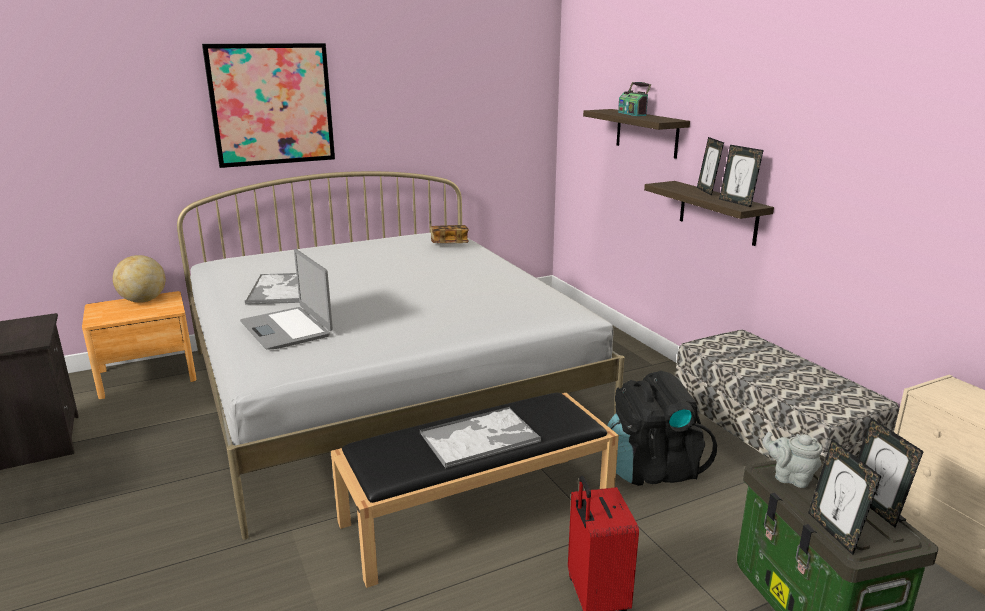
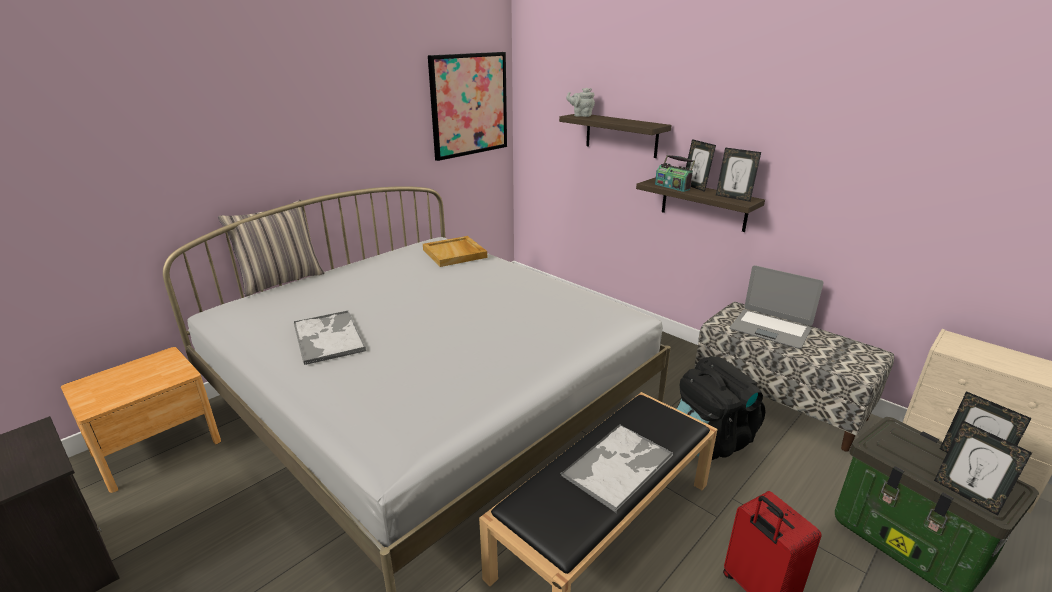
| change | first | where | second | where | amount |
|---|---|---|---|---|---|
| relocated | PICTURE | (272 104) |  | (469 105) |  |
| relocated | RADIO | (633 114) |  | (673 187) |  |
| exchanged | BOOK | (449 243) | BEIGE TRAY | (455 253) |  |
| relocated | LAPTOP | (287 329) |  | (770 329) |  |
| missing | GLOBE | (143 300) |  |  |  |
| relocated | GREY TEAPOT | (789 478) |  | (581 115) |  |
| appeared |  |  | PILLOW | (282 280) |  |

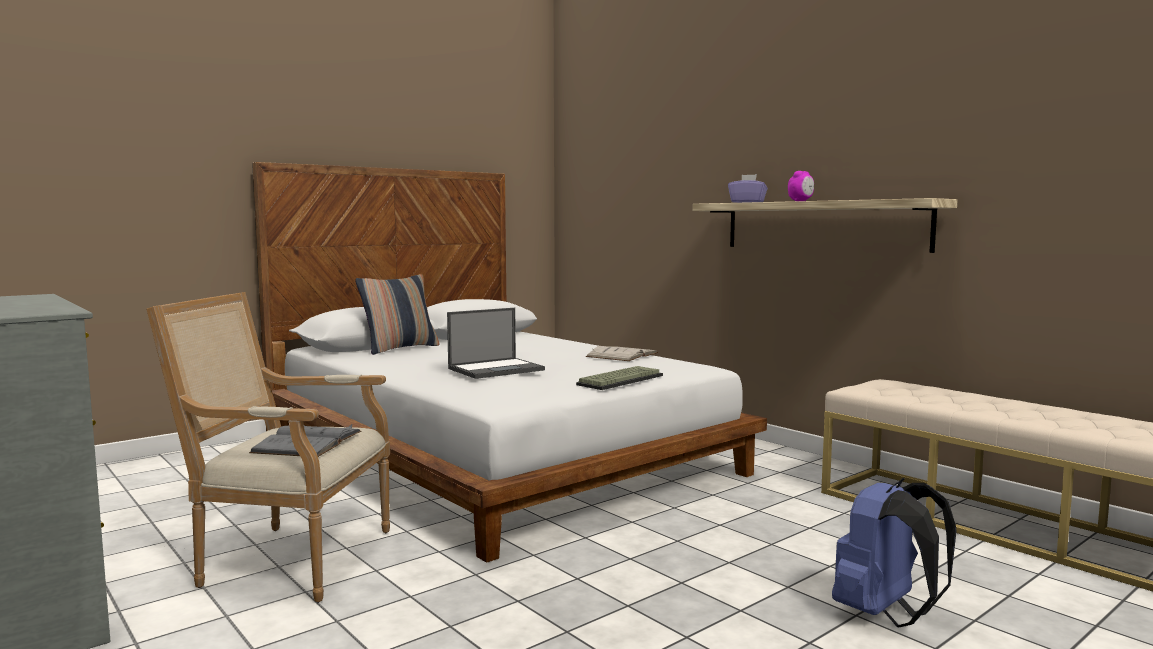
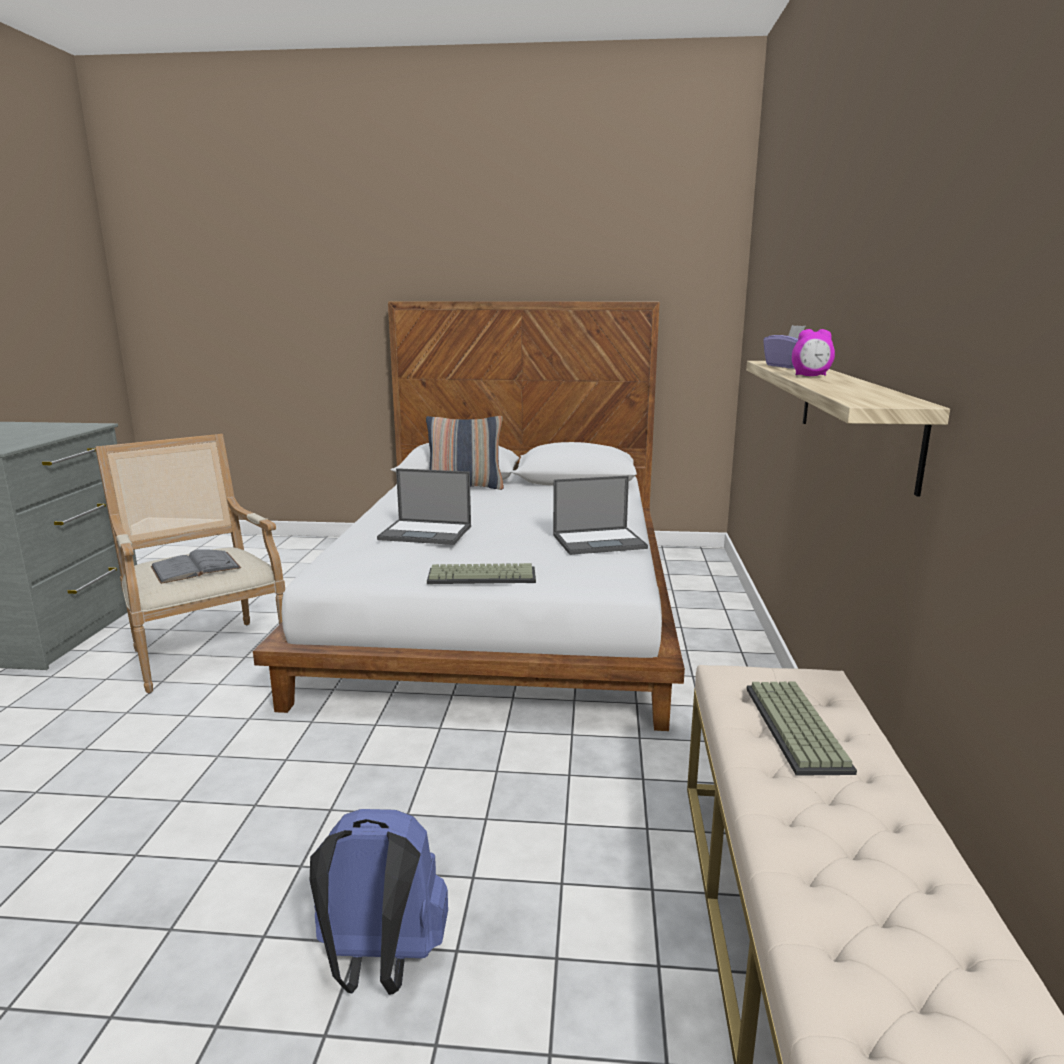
| change | first | where | second | where | amount |
|---|---|---|---|---|---|
| exchanged | WHITE BOOK | (622 354) | LAPTOP | (600 541) |  |
| appeared |  |  | KEYBOARD | (799 729) |  |

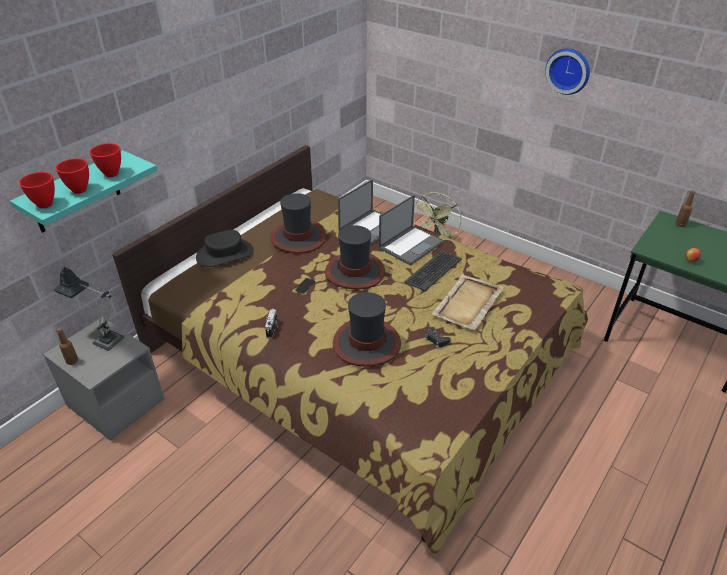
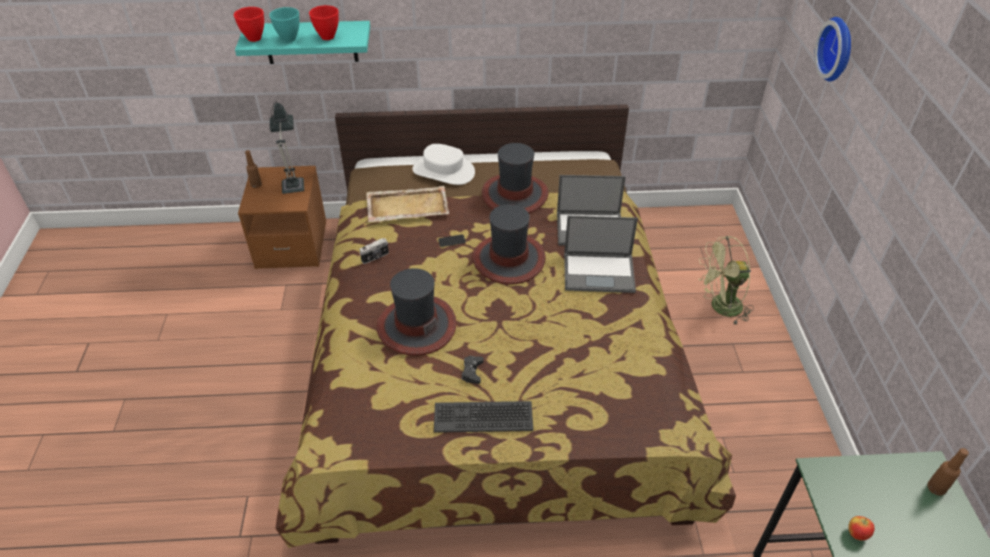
| change | first | where | second | where | amount |
|---|---|---|---|---|---|
| relocated | WALL CLOCK | (568 70) |  | (838 49) |  |
| colour | RED BOWL | (79 190) | TURQUOISE BOWL | (288 39) |  |
| colour | BLACK HAT | (225 254) | WHITE HAT | (444 171) |  |
| relocated | KEYBOARD | (433 270) |  | (483 416) |  |
| relocated | BEIGE TRAY | (467 304) |  | (406 206) |  |
| colour | GREY NIGHTSTAND | (116 403) | BROWN NIGHTSTAND | (292 245) |  |

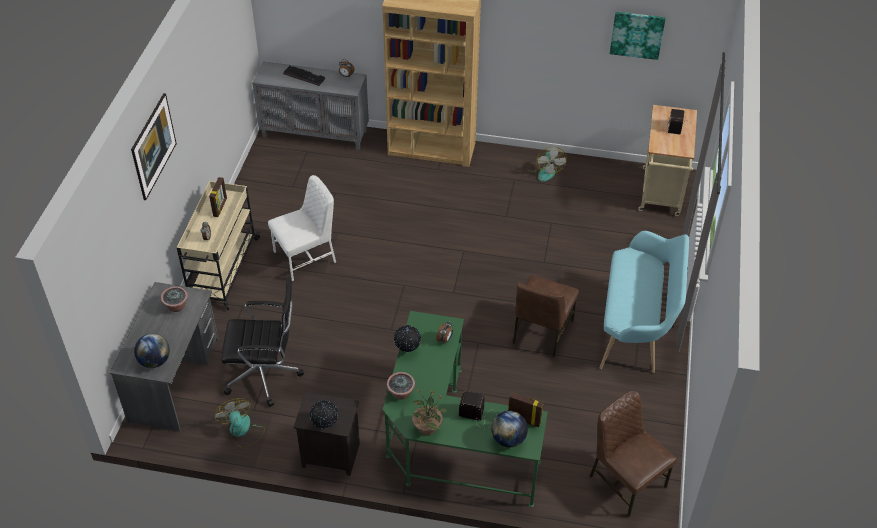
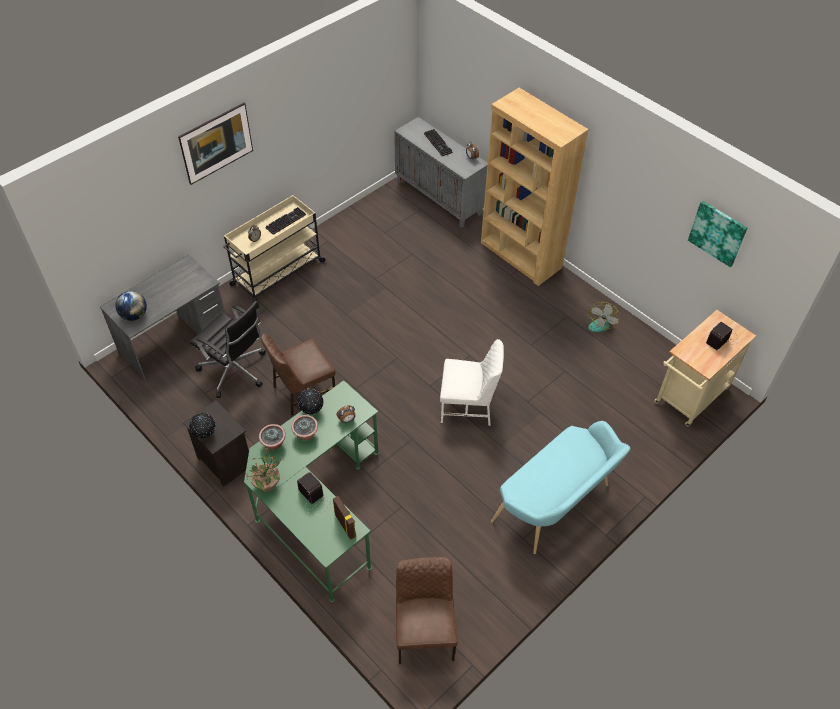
| change | first | where | second | where | amount |
|---|---|---|---|---|---|
| relocated | WHITE CHAIR | (306 257) |  | (468 407) |  |
| exchanged | PICTURE FRAME | (220 207) | KEYBOARD | (286 220) |  |
| relocated | BROWN CHAIR | (541 332) |  | (303 391) |  |
| relocated | POTTED PLANT | (177 307) |  | (306 434) |  |
| missing | FAN | (242 431) |  |  |  |
| missing | GLOBE | (508 439) |  |  |  |

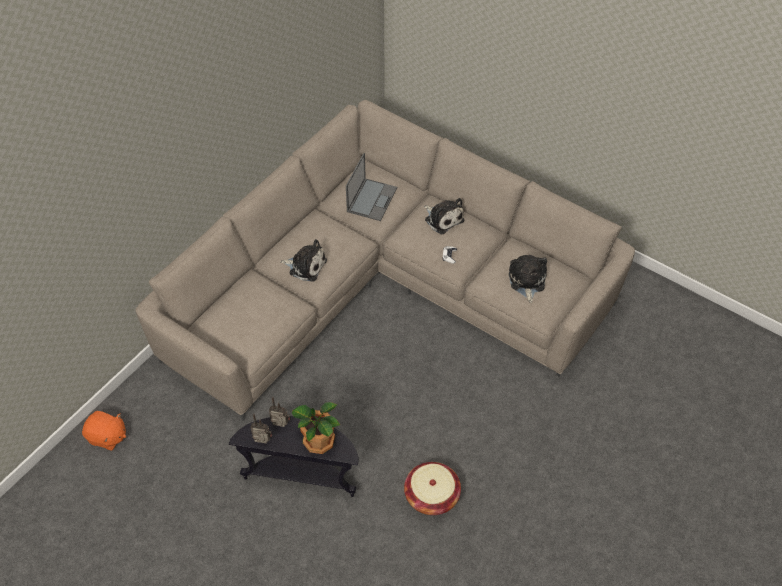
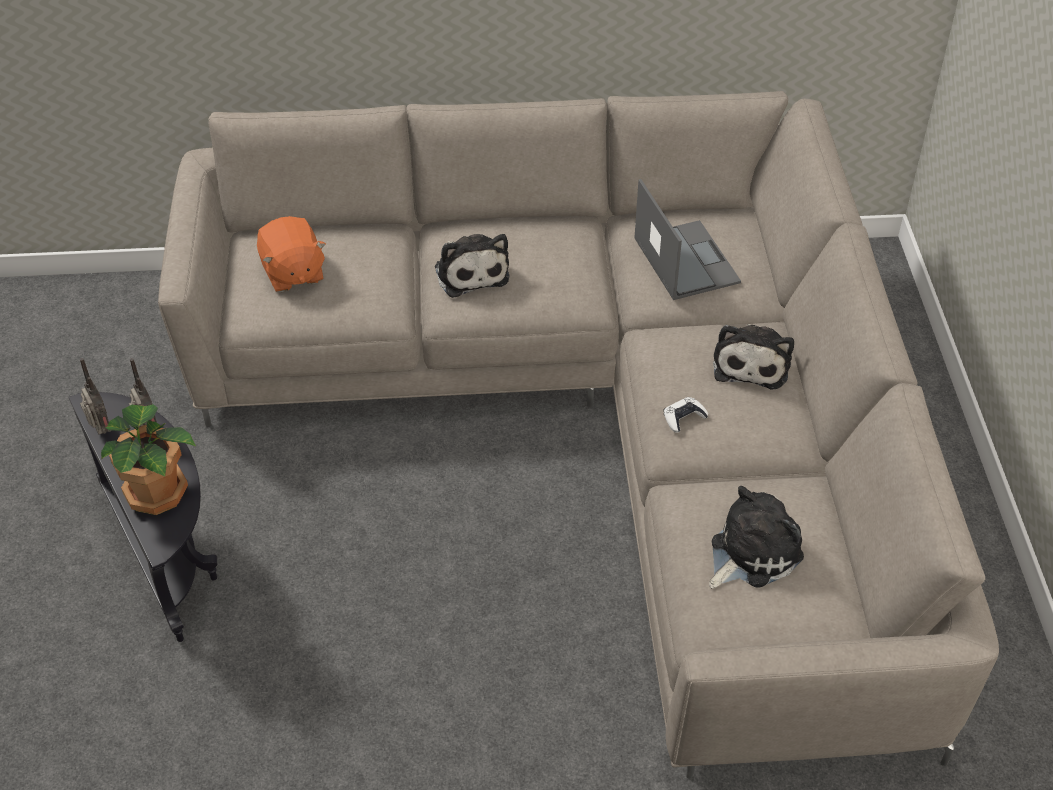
| change | first | where | second | where | amount |
|---|---|---|---|---|---|
| spun | LAPTOP | (372 199) |  | (685 260) | 90 degrees counterclockwise |
| relocated | ORANGE PLUSH TOY | (107 437) |  | (292 273) |  |
| missing | BASKET | (432 496) |  |  |  |

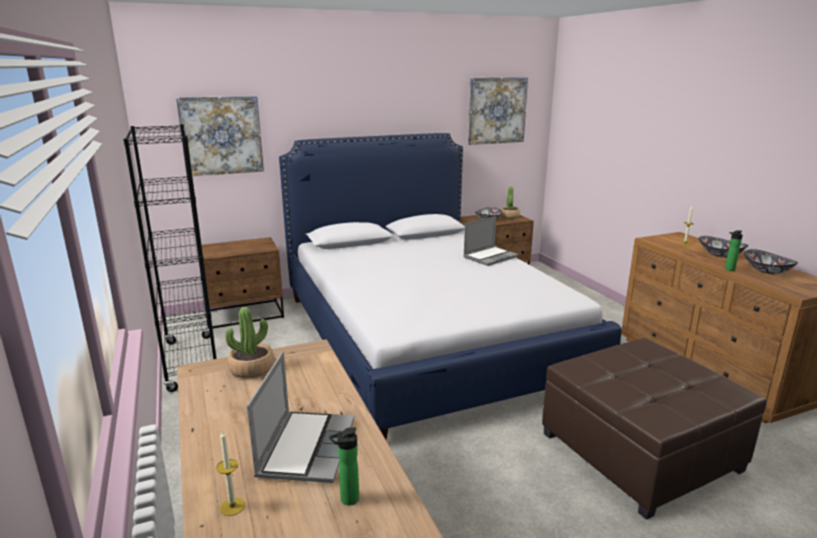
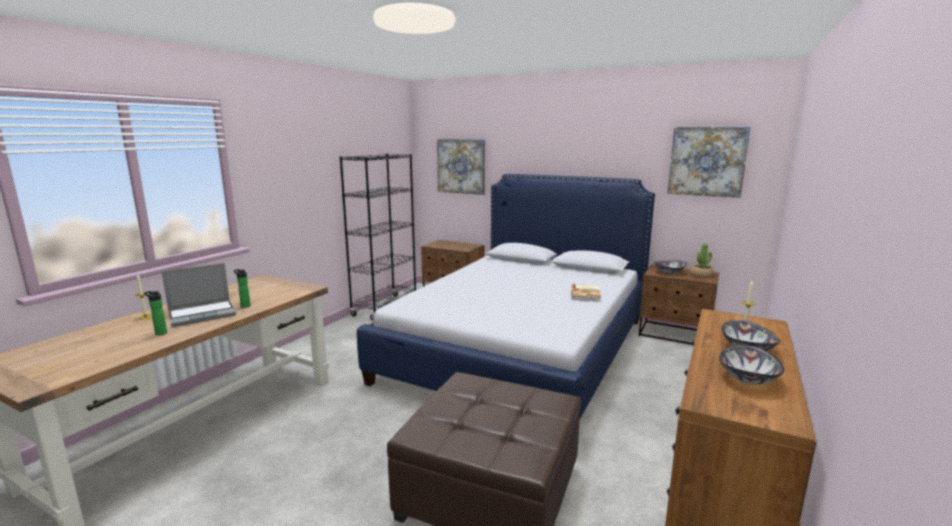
| change | first | where | second | where | amount |
|---|---|---|---|---|---|
| exchanged | LAPTOP | (490 257) | BOOK | (586 294) |  |
| relocated | BOTTLE | (728 269) |  | (244 306) |  |
| missing | POTTED PLANT | (252 368) |  |  |  |

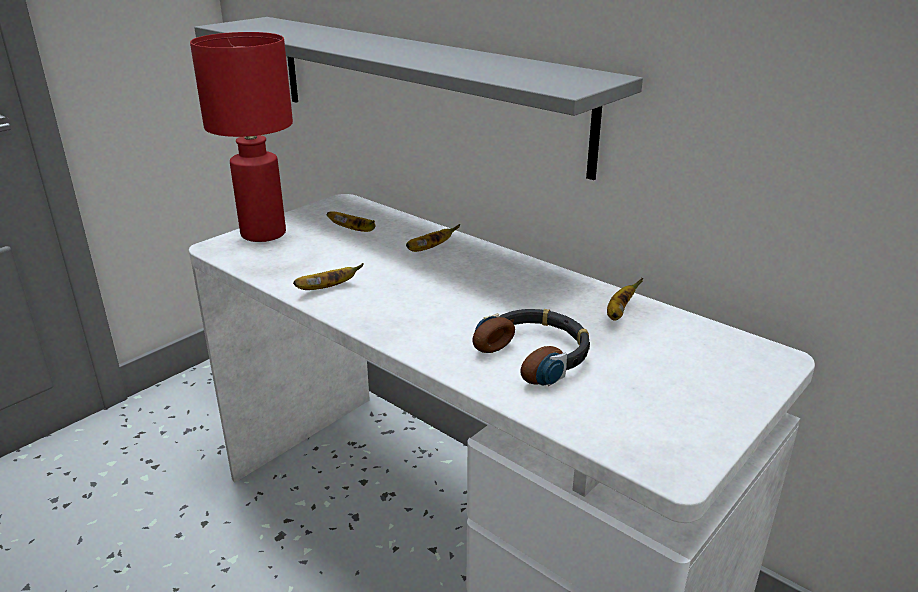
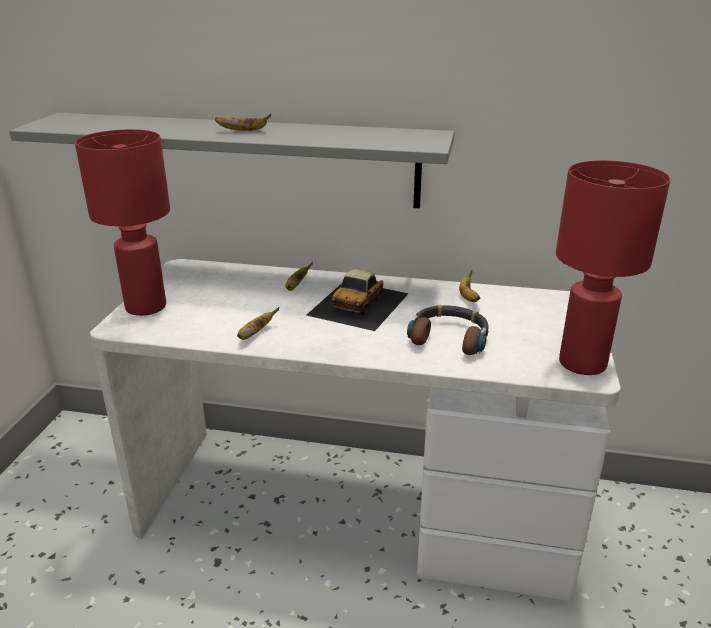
| change | first | where | second | where | amount |
|---|---|---|---|---|---|
| relocated | BANANA | (354 230) |  | (244 131) |  |
| appeared |  |  | RED TABLE LAMP | (581 363) |  |
| appeared |  |  | TOY CAR | (359 303) |  |

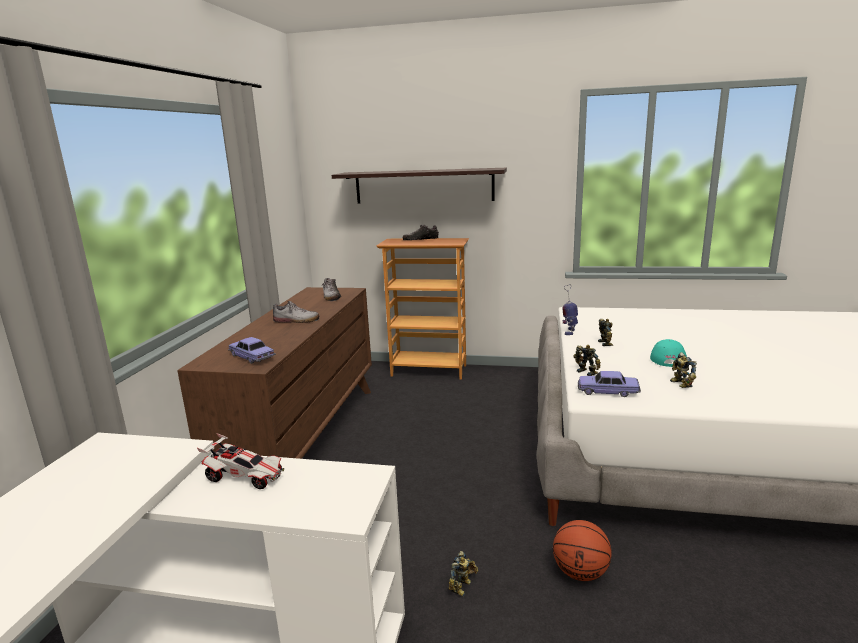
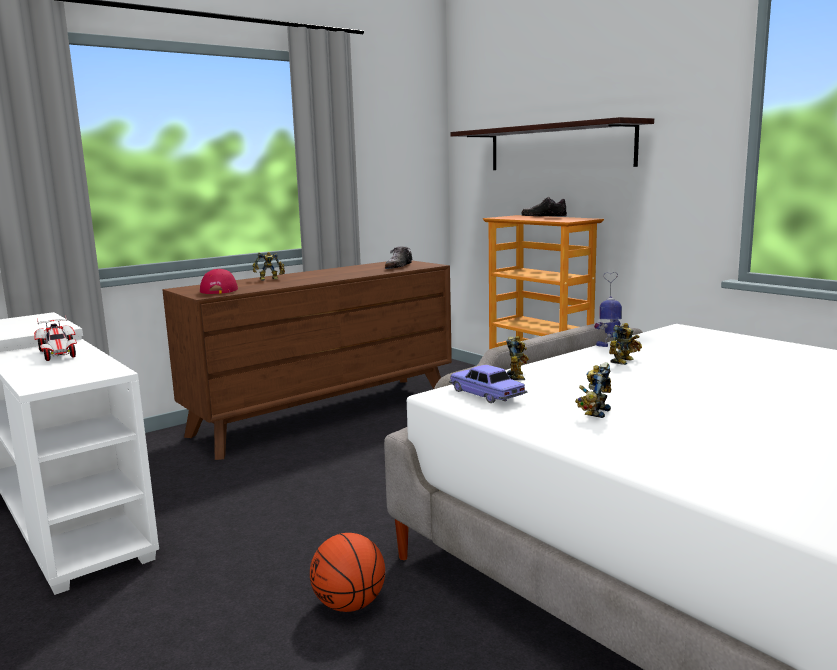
| change | first | where | second | where | amount |
|---|---|---|---|---|---|
| missing | SHOE | (296 320) |  |  |  |
| exchanged | TOY CAR | (252 357) | RED CAP | (219 290) |  |
| missing | TURQUOISE CAP | (667 358) |  |  |  |
| relocated | TOY ROBOT | (463 587) |  | (269 279) |  |

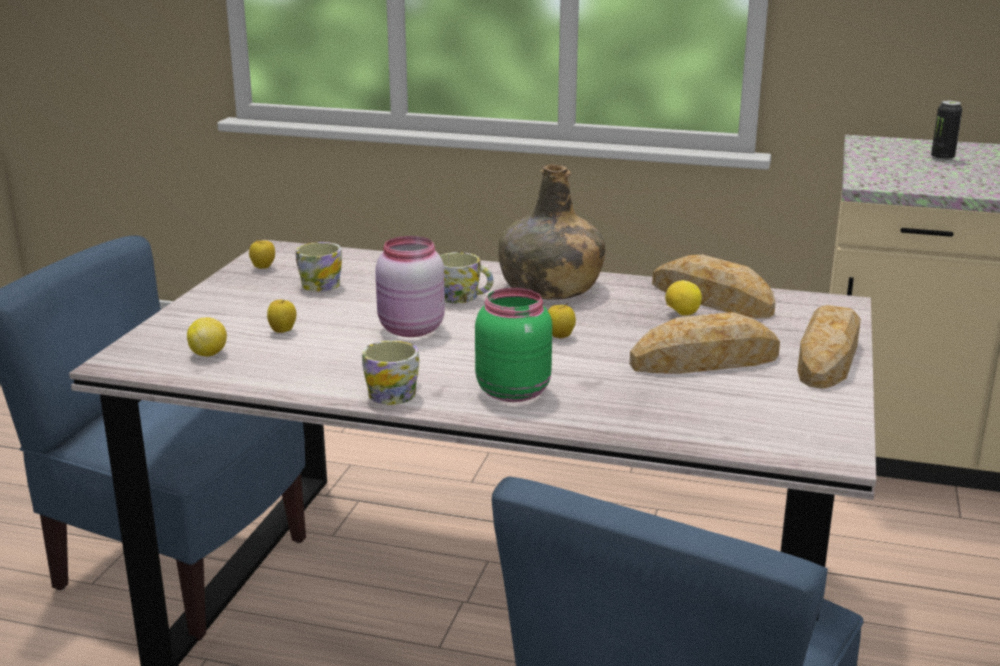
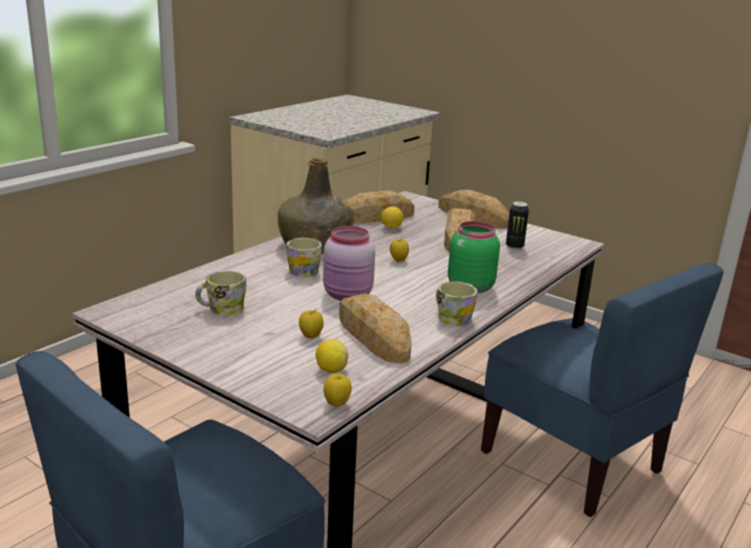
| change | first | where | second | where | amount |
|---|---|---|---|---|---|
| relocated | CAN | (942 159) |  | (514 247) |  |
| relocated | APPLE | (263 268) |  | (337 404) |  |
| appeared |  |  | BREAD | (373 335) |  |

